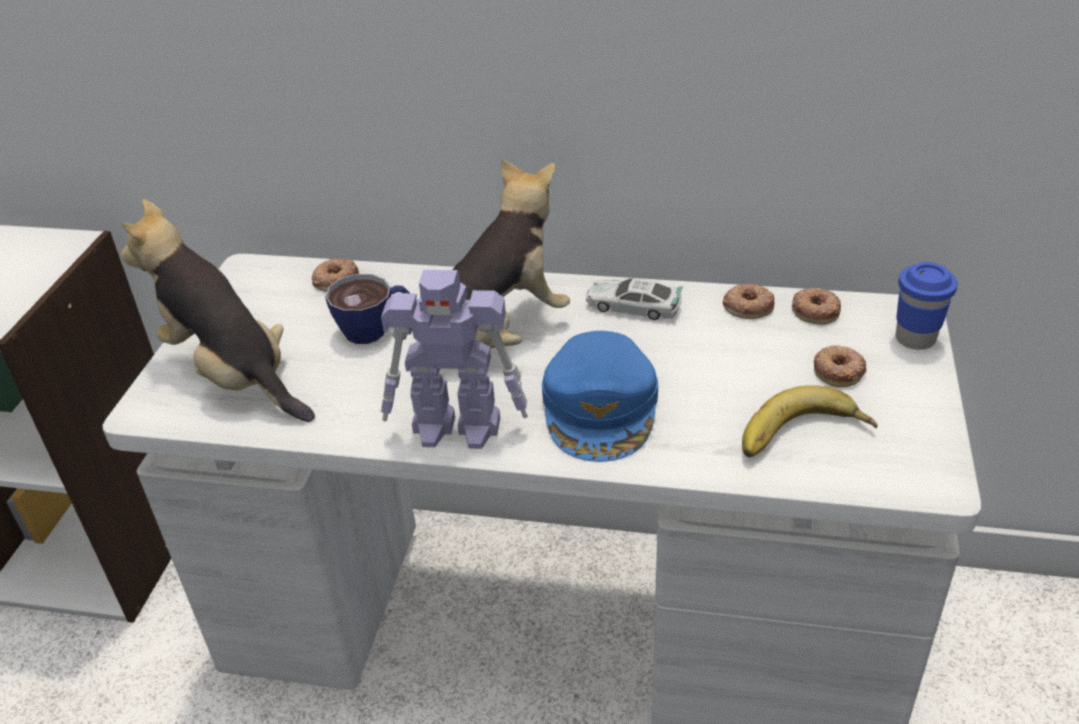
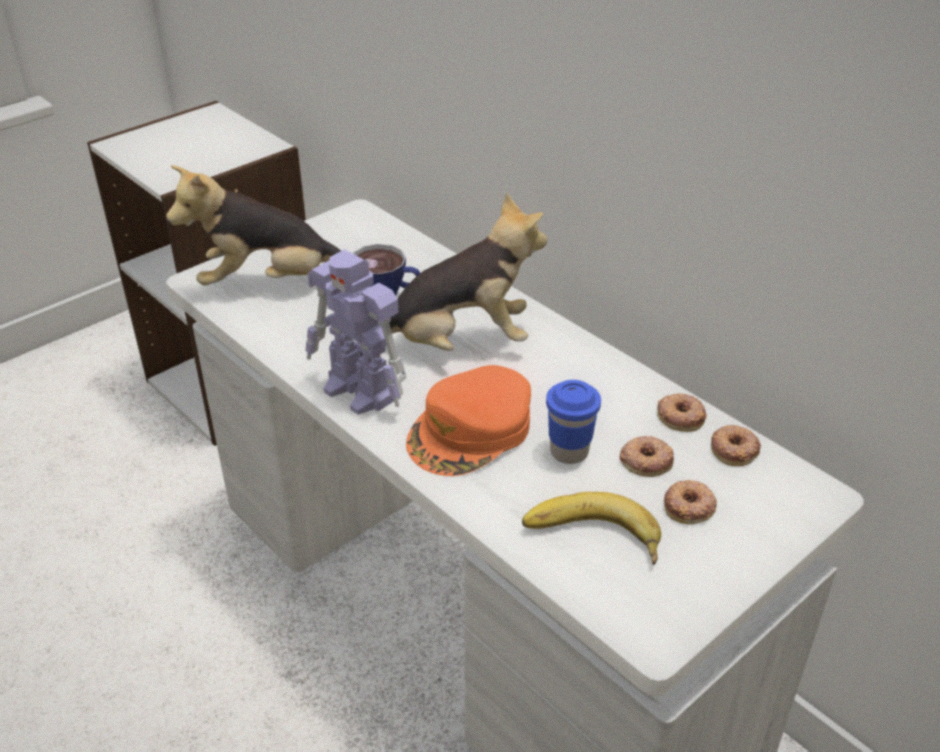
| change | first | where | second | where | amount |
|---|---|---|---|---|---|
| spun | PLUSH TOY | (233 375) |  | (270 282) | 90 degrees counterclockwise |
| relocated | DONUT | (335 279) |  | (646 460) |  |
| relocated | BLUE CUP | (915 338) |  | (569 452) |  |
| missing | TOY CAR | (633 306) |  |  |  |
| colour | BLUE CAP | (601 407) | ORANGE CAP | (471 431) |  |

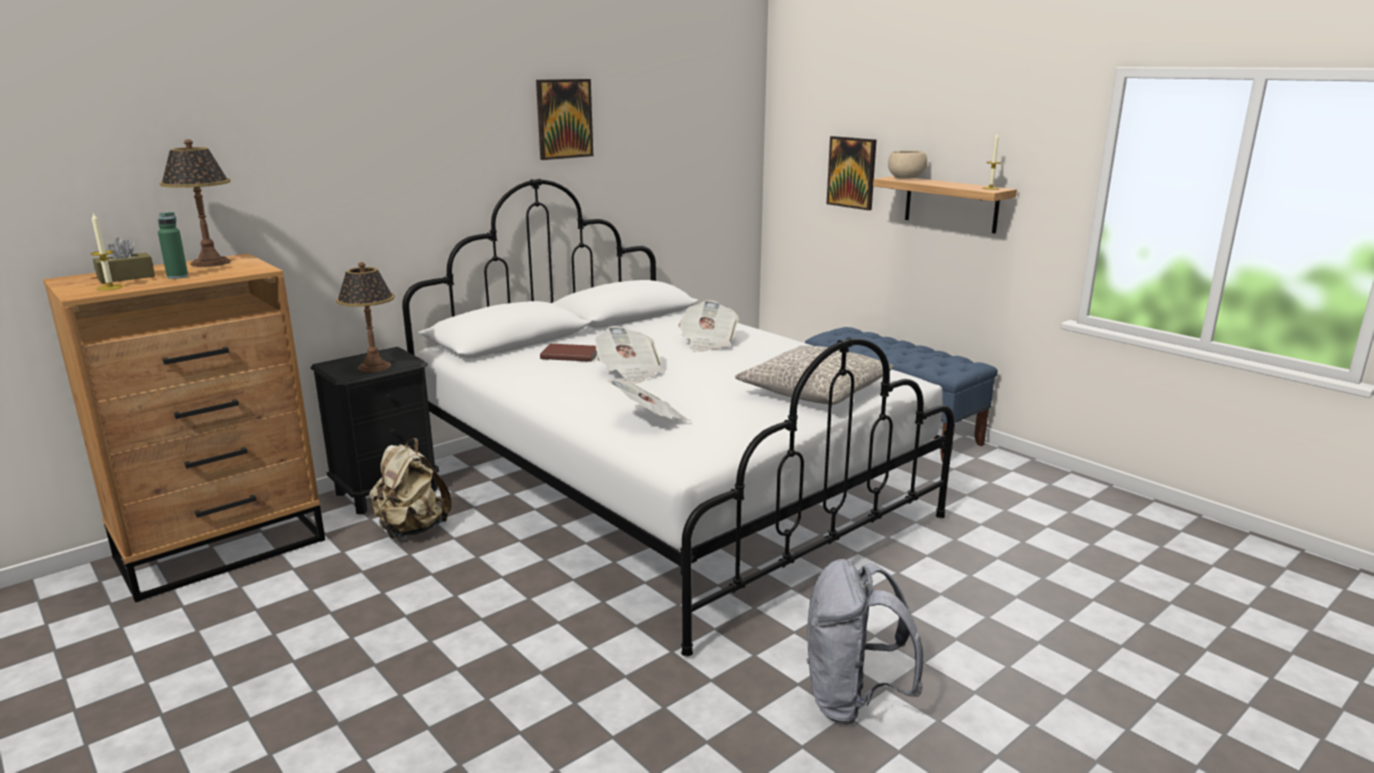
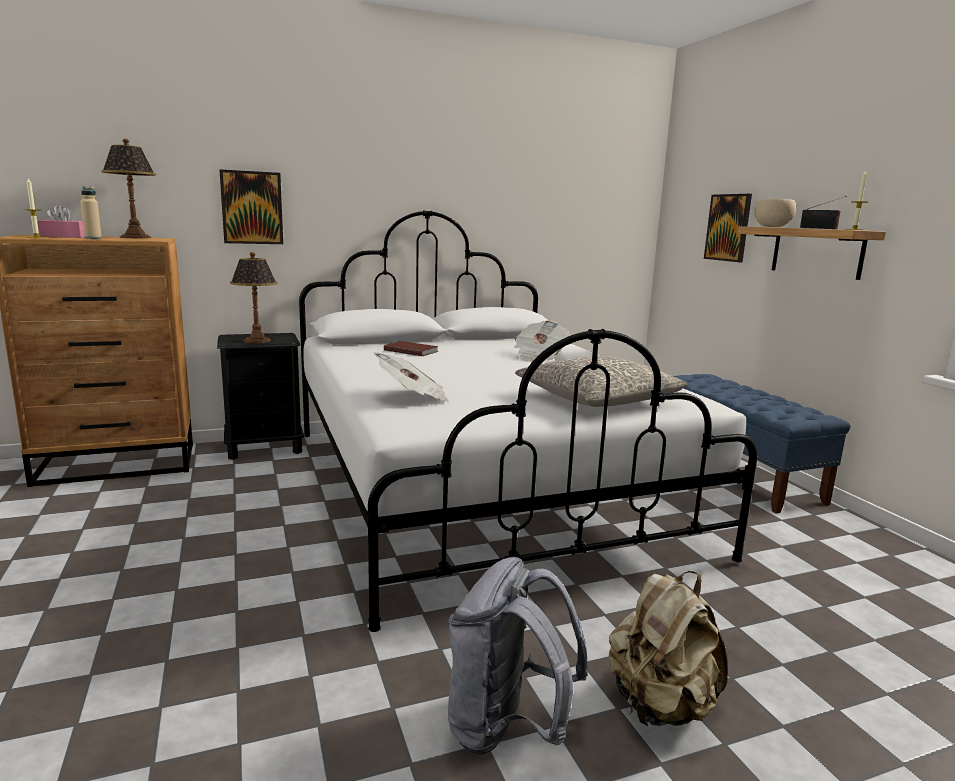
| change | first | where | second | where | amount |
|---|---|---|---|---|---|
| relocated | PICTURE | (564 119) |  | (252 208) |  |
| colour | GREEN BOTTLE | (177 276) | BEIGE BOTTLE | (93 238) |  |
| colour | BROWN TISSUE BOX | (126 277) | PINK TISSUE BOX | (62 236) |  |
| missing | NEWSPAPER | (629 372) |  |  |  |
| relocated | BEIGE BACKPACK | (411 530) |  | (660 705) |  |
| appeared |  |  | RADIO | (820 228) |  |

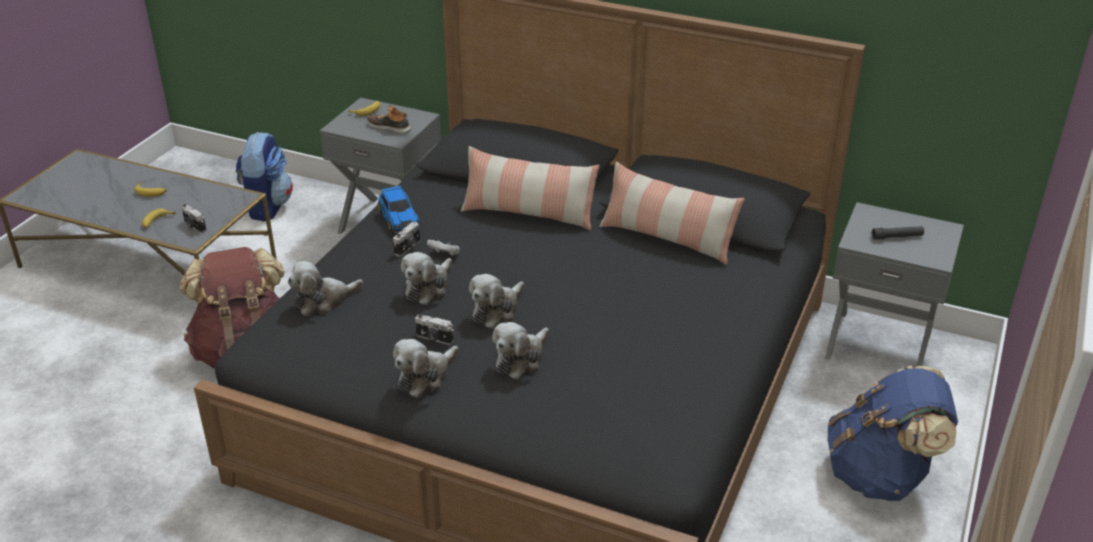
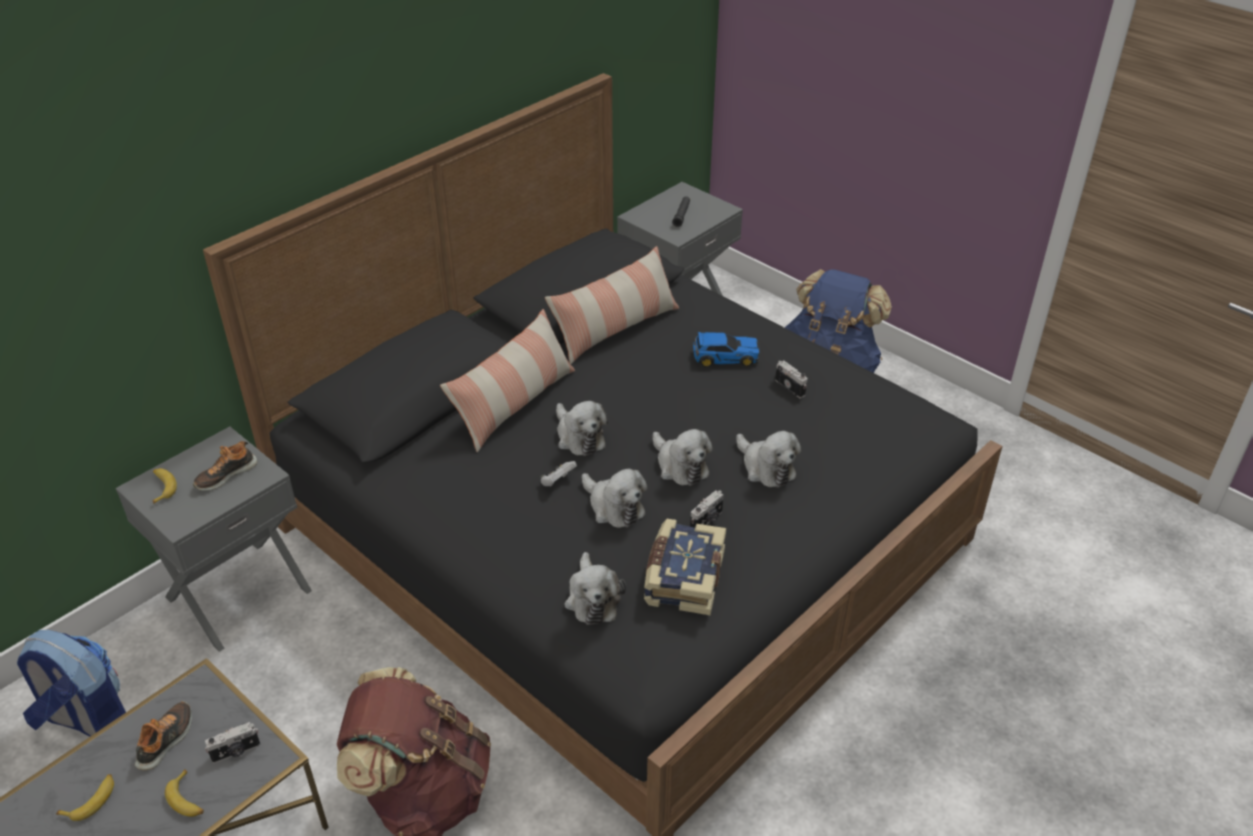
| change | first | where | second | where | amount |
|---|---|---|---|---|---|
| relocated | TOY CAR | (399 218) |  | (724 356) |  |
| relocated | PHOTO CAMERA | (408 248) |  | (791 387) |  |
| relocated | PLUSH TOY | (425 377) |  | (579 437) |  |
| appeared |  |  | BOOK | (683 577) |  |
| appeared |  |  | SHOE | (166 740) |  |

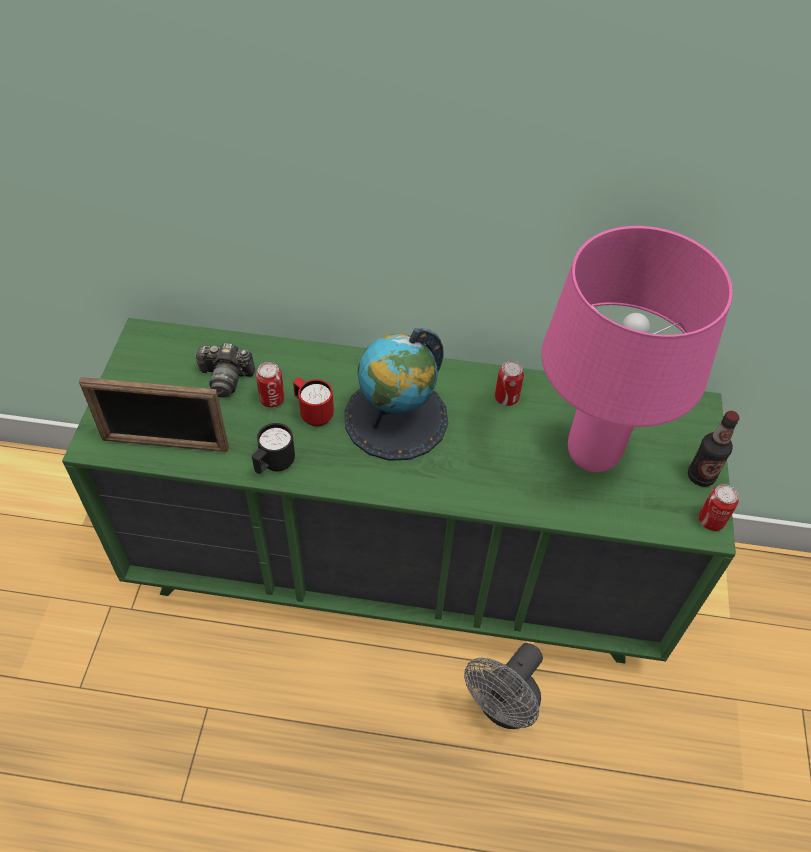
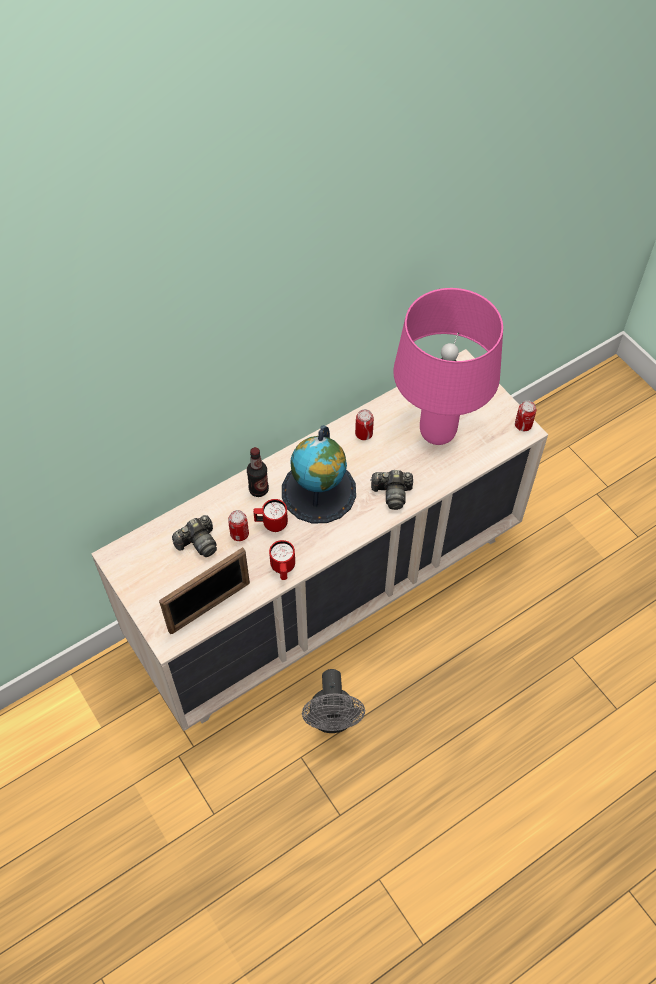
| change | first | where | second | where | amount |
|---|---|---|---|---|---|
| colour | GREEN DRESSER | (400 570) | BEIGE DRESSER | (328 589) |  |
| relocated | BOTTLE | (700 476) |  | (258 489) |  |
| colour | BLACK MUG | (274 464) | RED MUG | (283 569) |  |
| relocated | GREY FAN | (503 708) |  | (332 720) |  |
| appeared |  |  | PHOTO CAMERA | (392 493) |  |

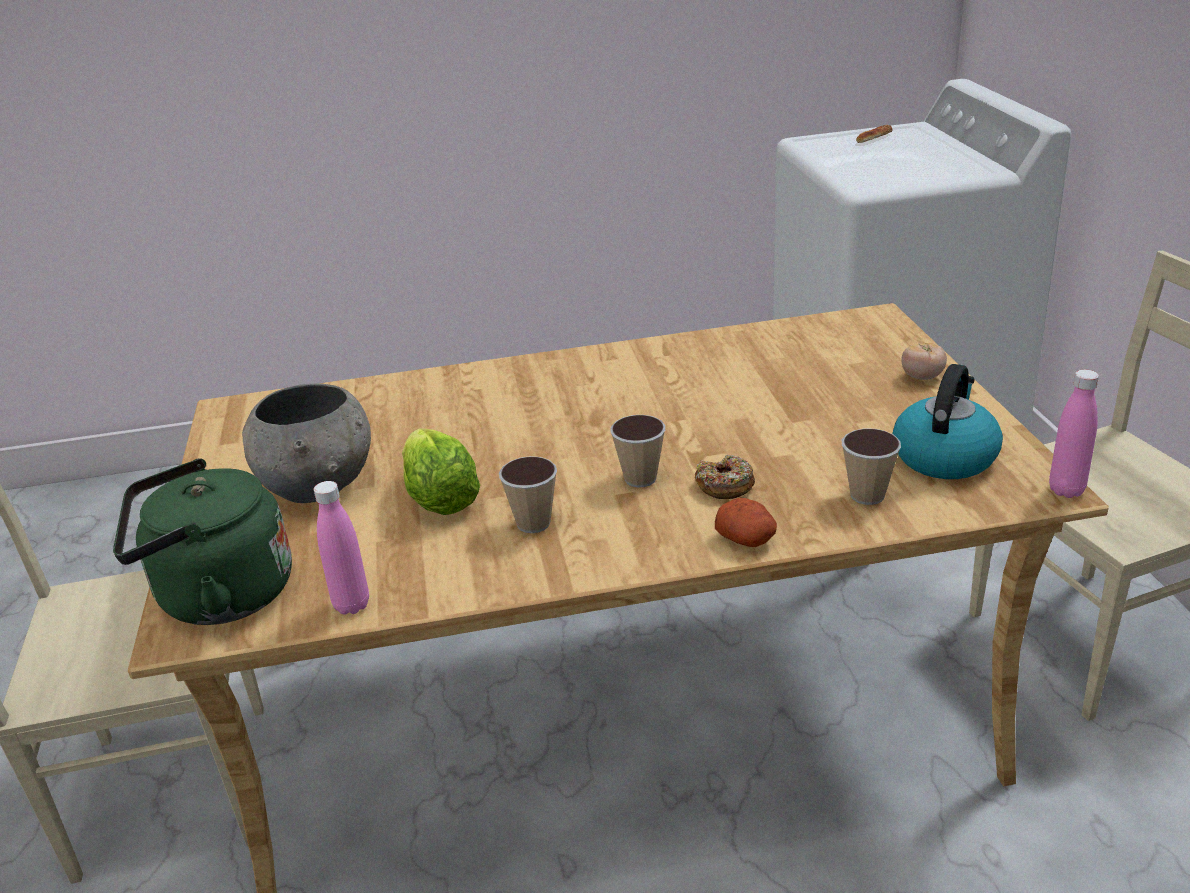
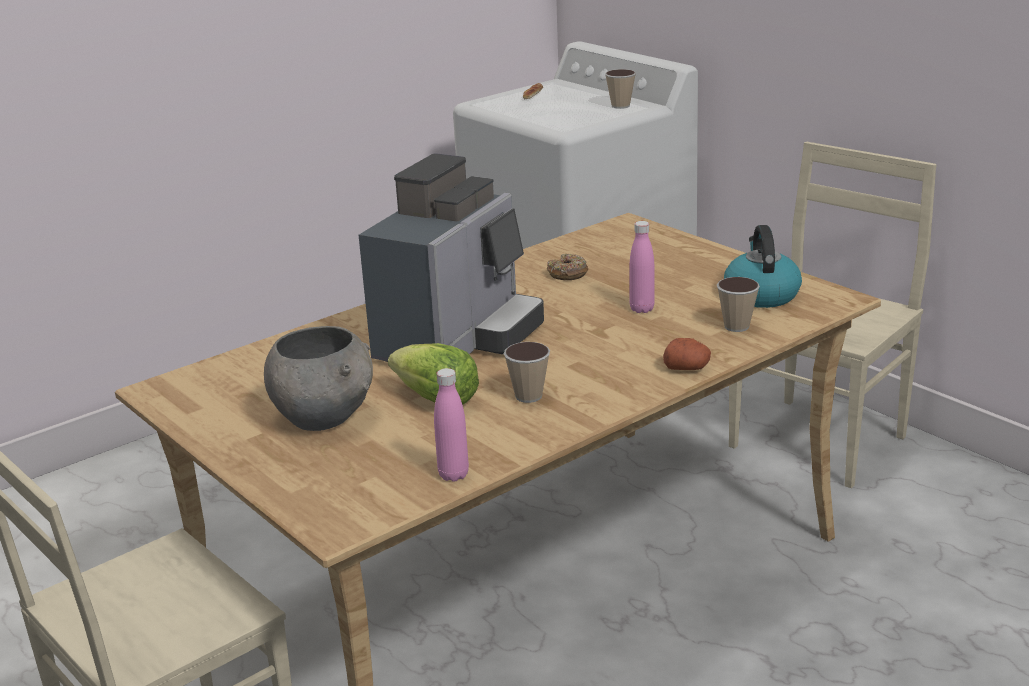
| change | first | where | second | where | amount |
|---|---|---|---|---|---|
| missing | TOMATO | (922 377) |  |  |  |
| relocated | PINK BOTTLE | (1066 490) |  | (642 309) |  |
| relocated | CUP | (640 478) |  | (620 106) |  |
| relocated | DONUT | (724 486) |  | (568 274) |  |
| missing | GREEN KETTLE | (217 597) |  |  |  |
| appeared |  |  | COFFEE MACHINE | (458 340) |  |

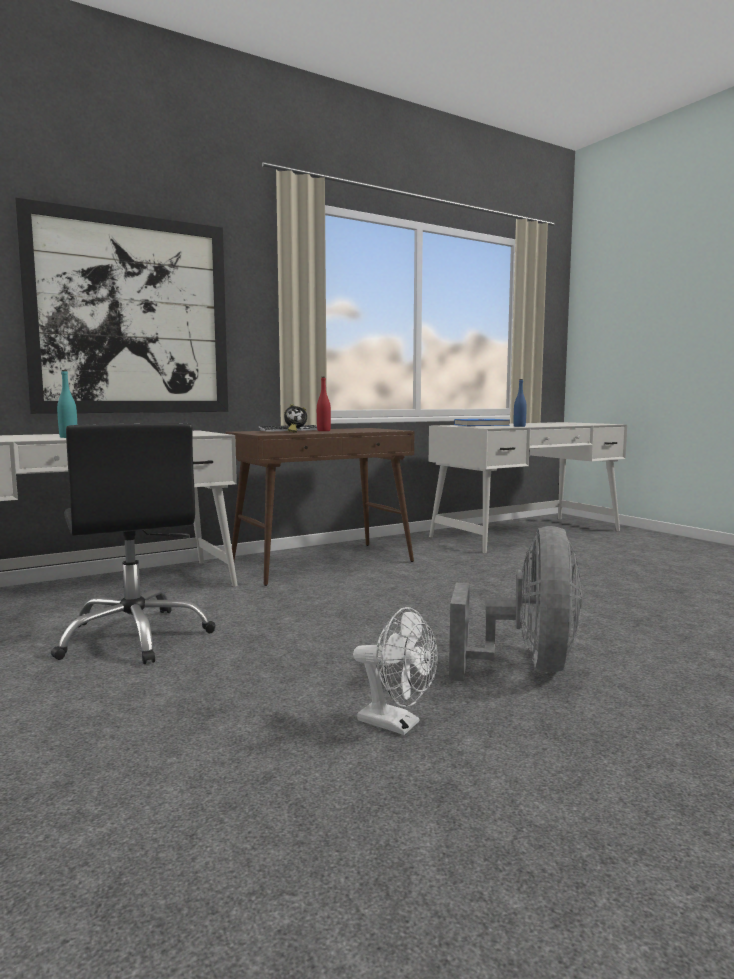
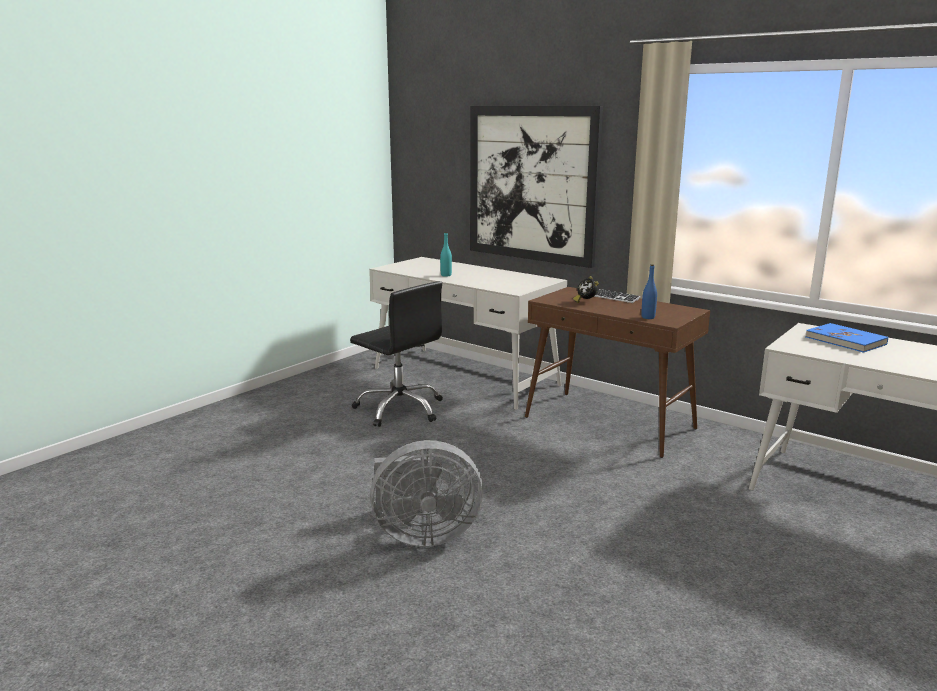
| change | first | where | second | where | amount |
|---|---|---|---|---|---|
| missing | RED BOTTLE | (323 431) |  |  |  |
| relocated | BLUE BOTTLE | (519 426) |  | (648 317) |  |
| spun | BLACK OFFICE CHAIR | (135 637) |  | (400 409) | 90 degrees counterclockwise |
| missing | WHITE FAN | (397 724) |  |  |  |

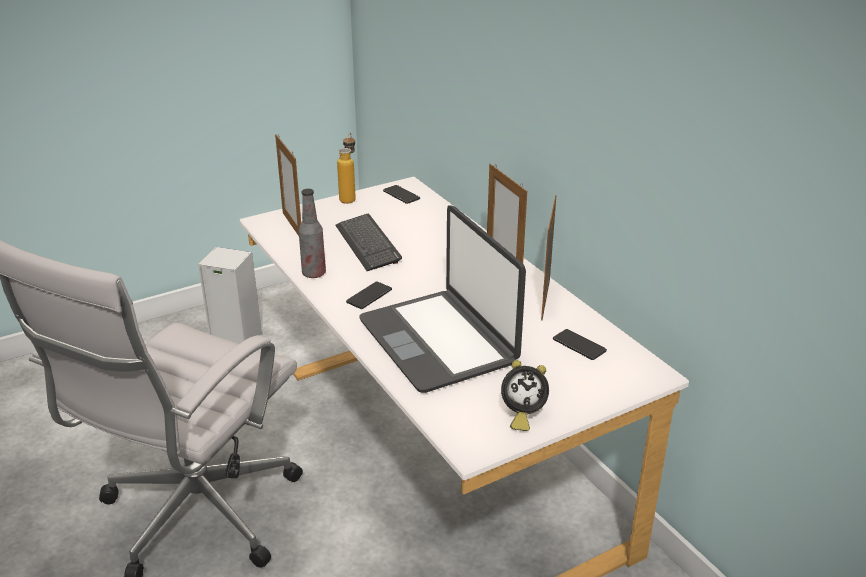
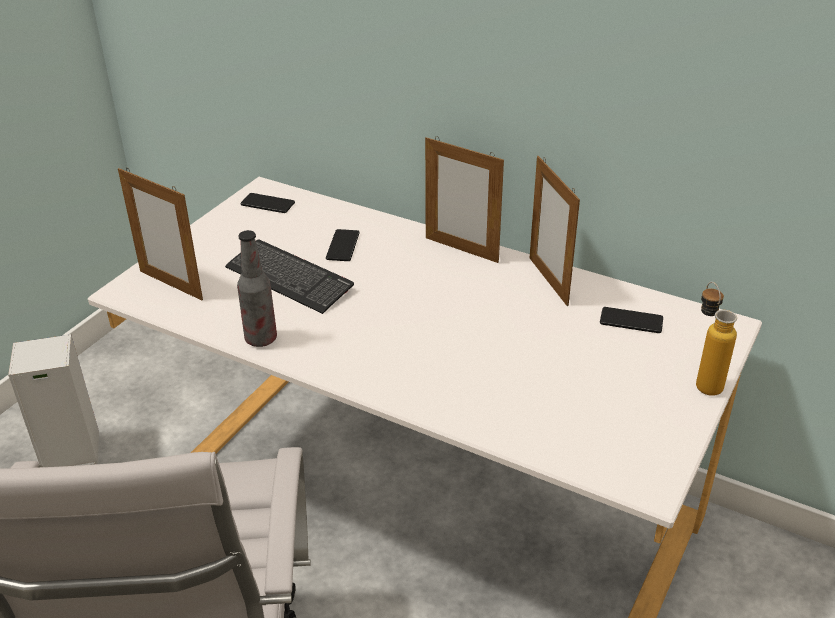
| change | first | where | second | where | amount |
|---|---|---|---|---|---|
| relocated | BOTTLE | (349 197) |  | (703 380) |  |
| missing | LAPTOP | (439 341) |  |  |  |
| relocated | PHONE | (369 296) |  | (343 246) |  |
| missing | ALARM CLOCK | (521 415) |  |  |  |

